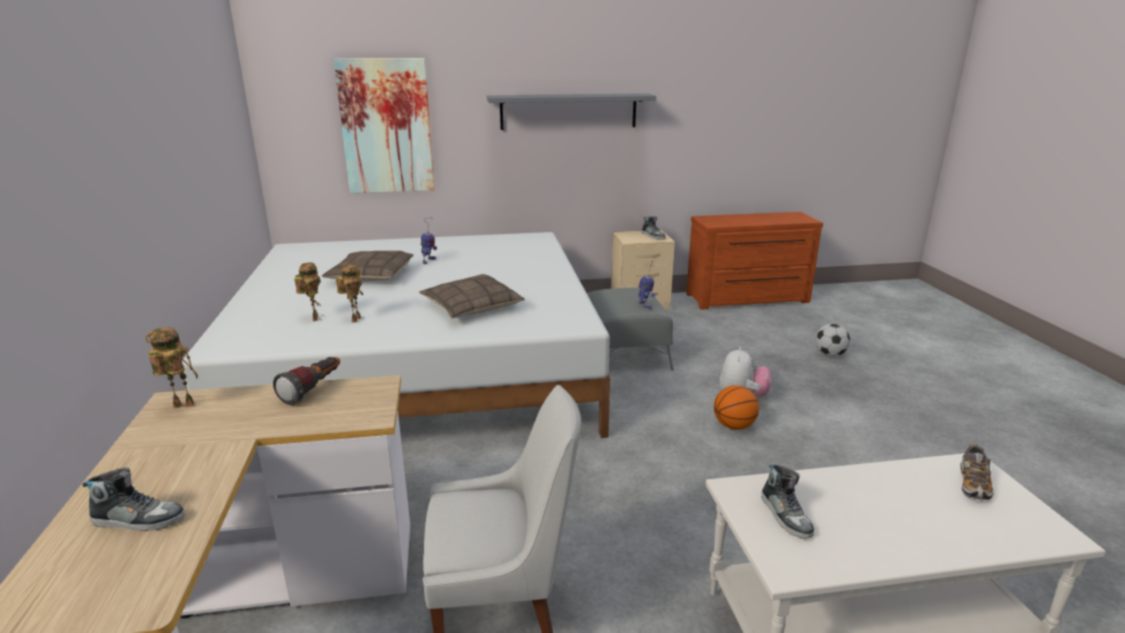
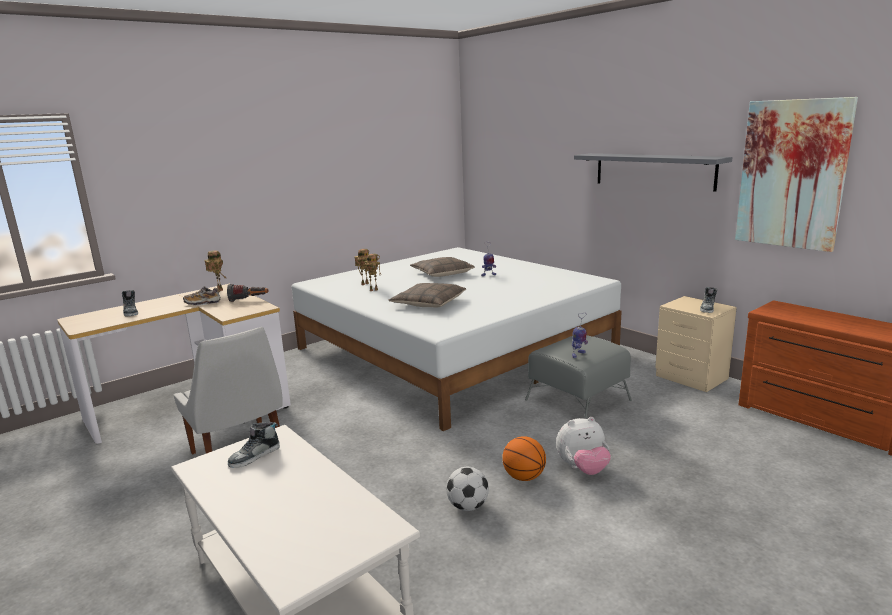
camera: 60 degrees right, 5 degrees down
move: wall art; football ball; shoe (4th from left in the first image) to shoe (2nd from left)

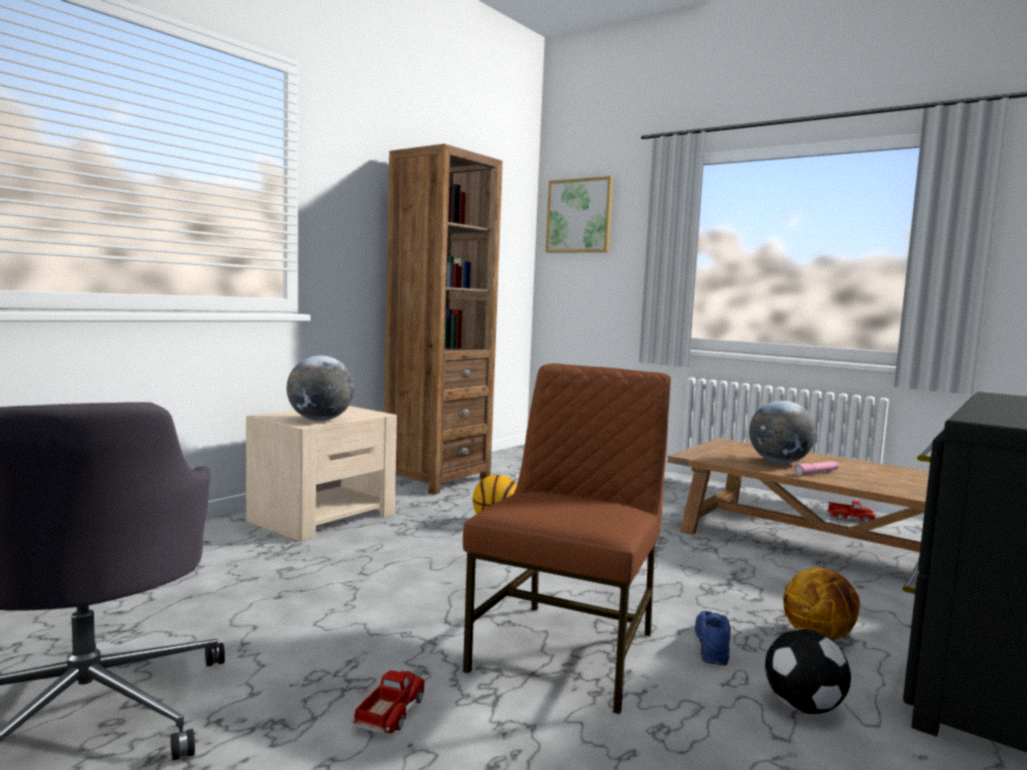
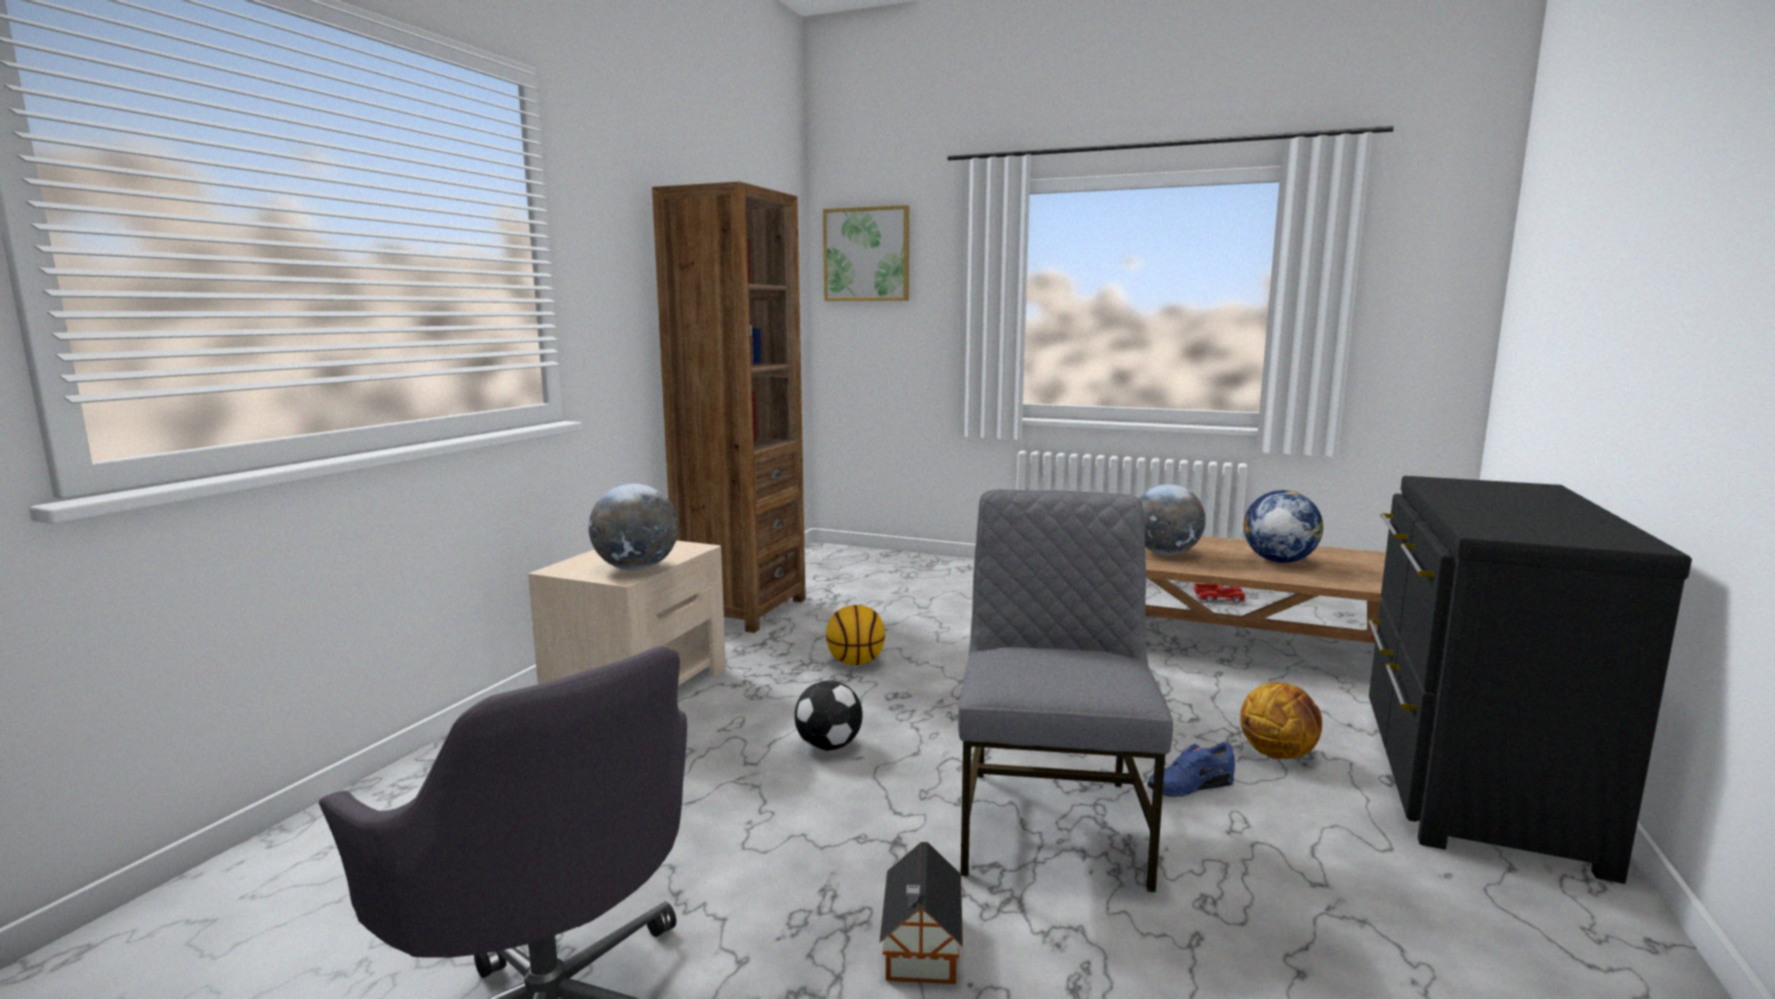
camera: 15 degrees left, 5 degrees up
delete: pink hand torch
insert: world globe (3rd from left)
move: football ball
replace: toy truck (1st from left) to miniature house
recolor: brown upright chair to gray upright chair
rotate: blue shoe 105 degrees counterclockwise

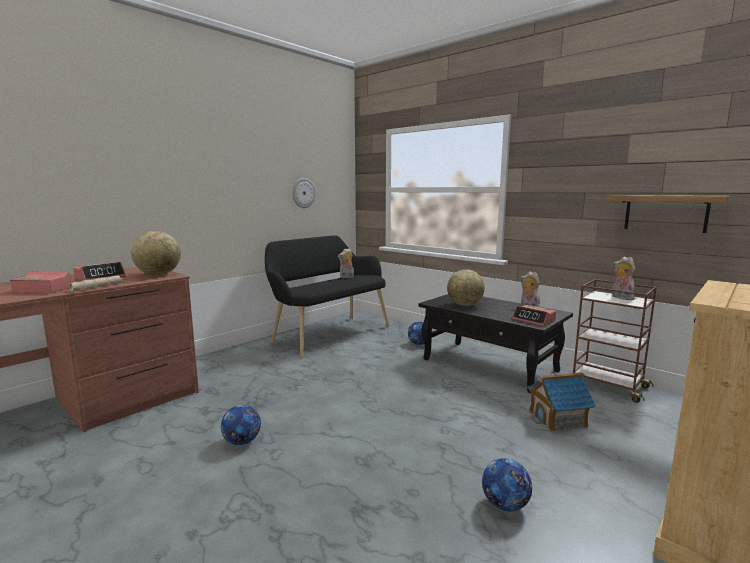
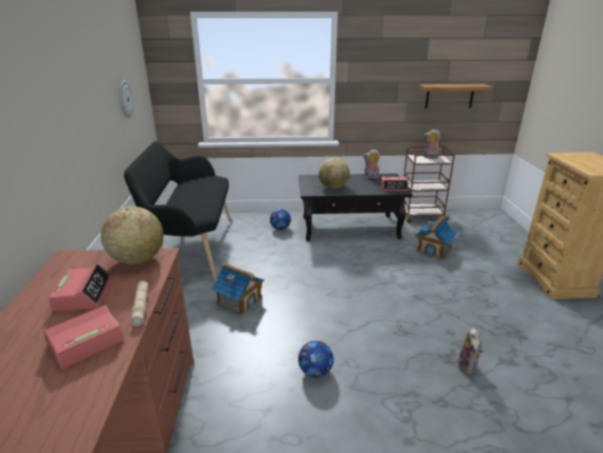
camera: 45 degrees left, 15 degrees up
delete: football ball (3rd from left)
insert: miniature house (1st from left)
move: cuddly toy (1st from left in the first image) to cuddly toy (3rd from left)

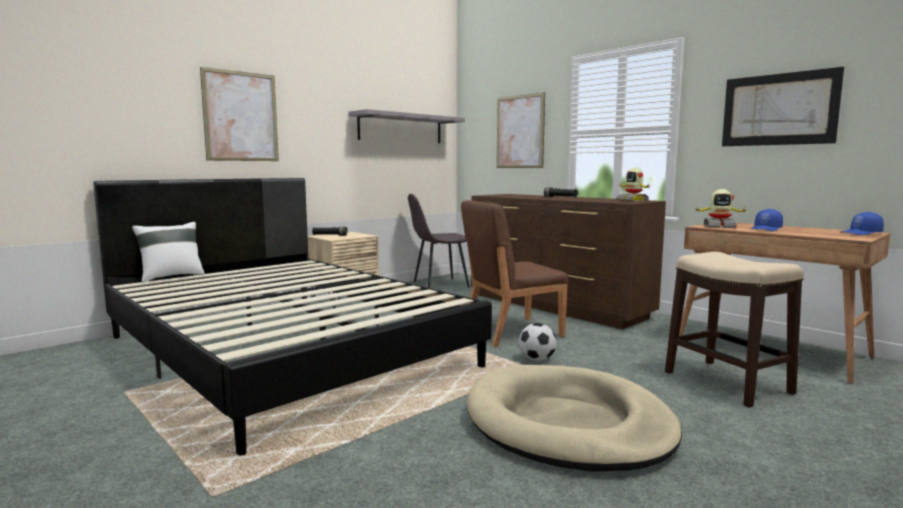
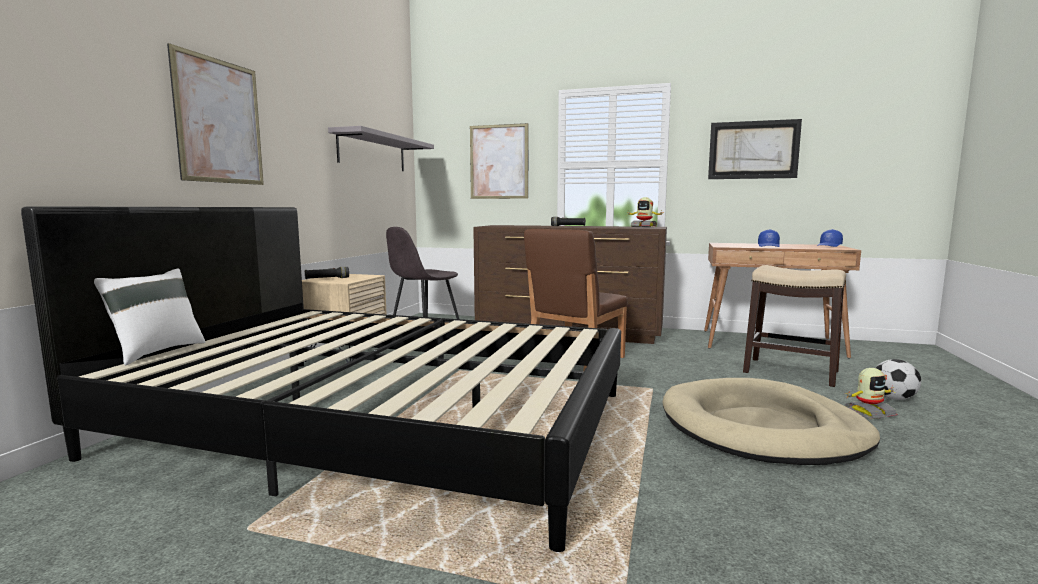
camera: 30 degrees left, 0 degrees up
move: football ball; model robot (2nd from left)

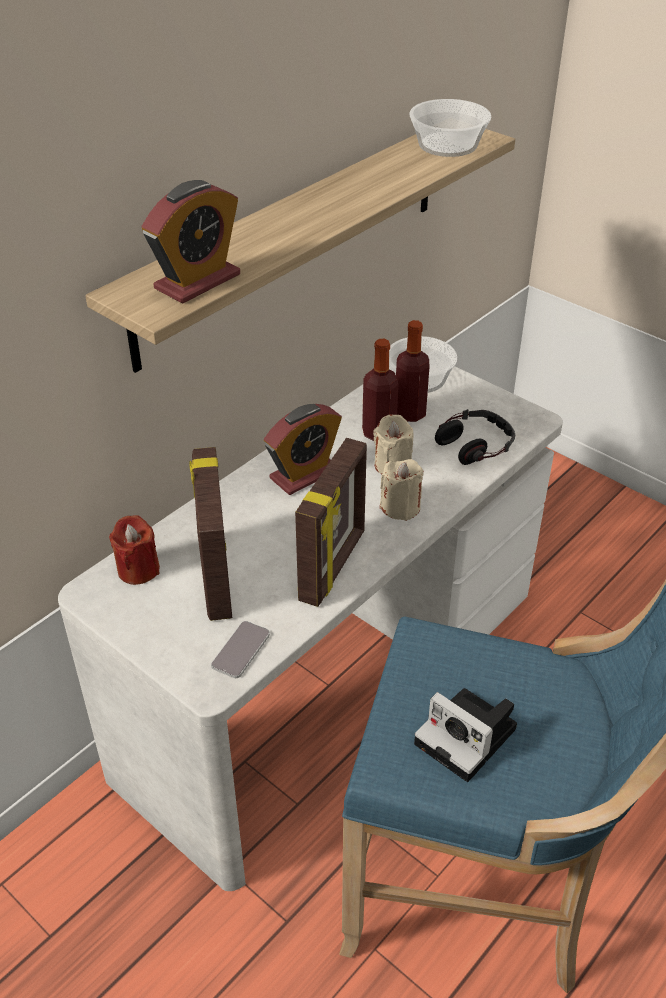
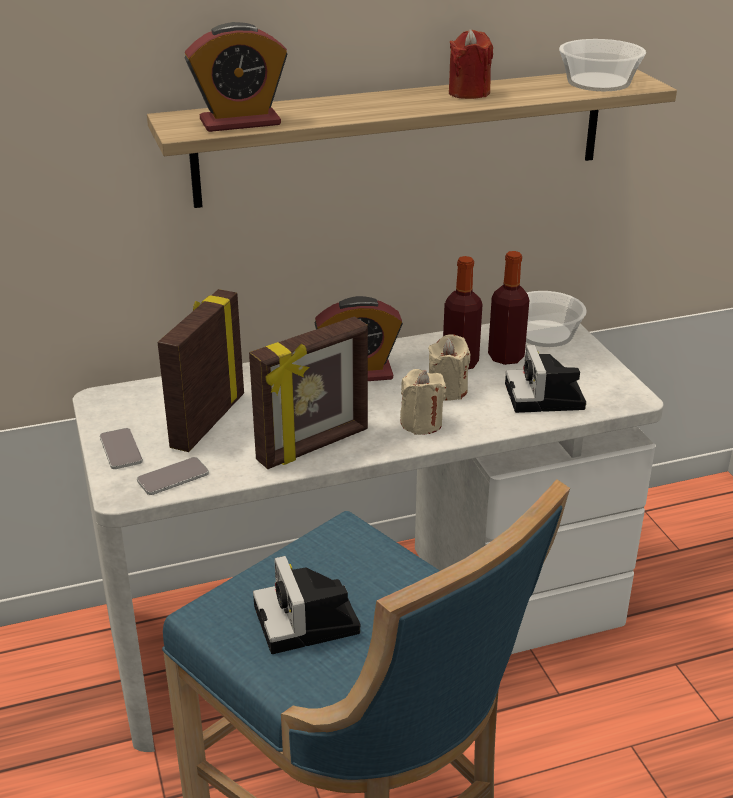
camera: 30 degrees right, 10 degrees down
insert: handset (1st from left)
move: reddish candle
replace: headset to still camera (2nd from left)

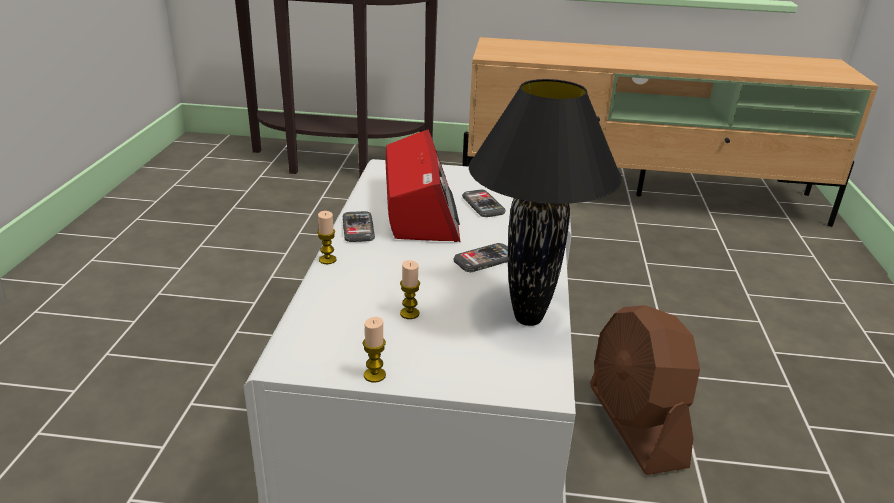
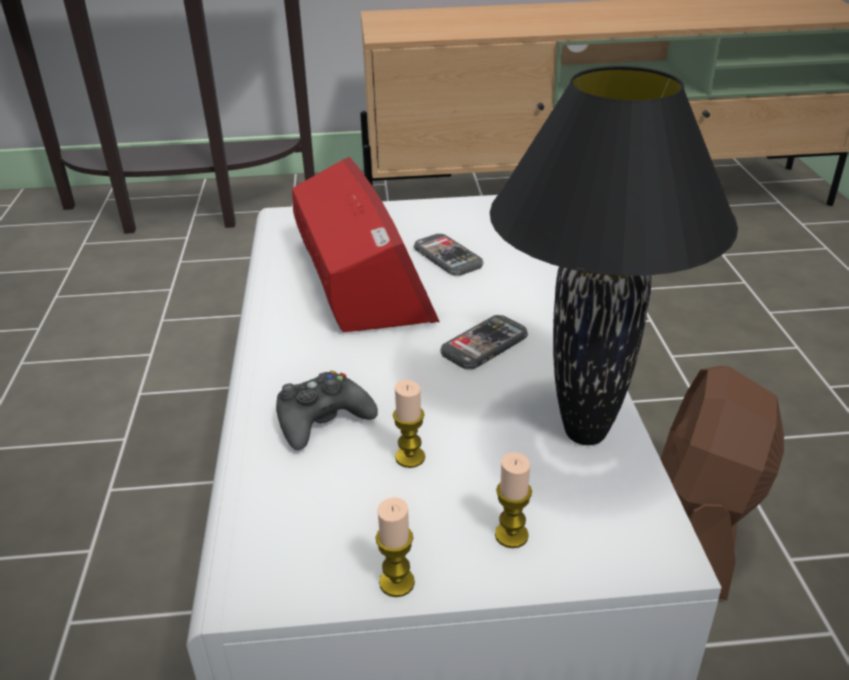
camera: 10 degrees left, 5 degrees up
delete: handset (1st from left)
insert: black gamepad
move: candle (1st from left in the first image) to candle (3rd from left)
rotate: brown cooling fan 45 degrees clockwise

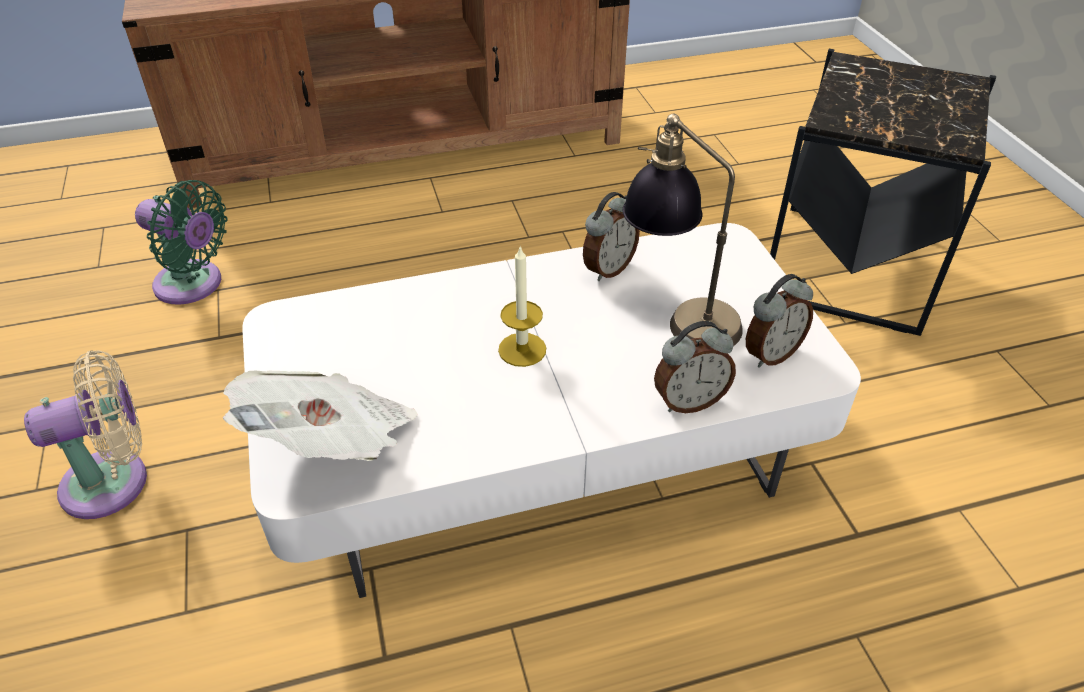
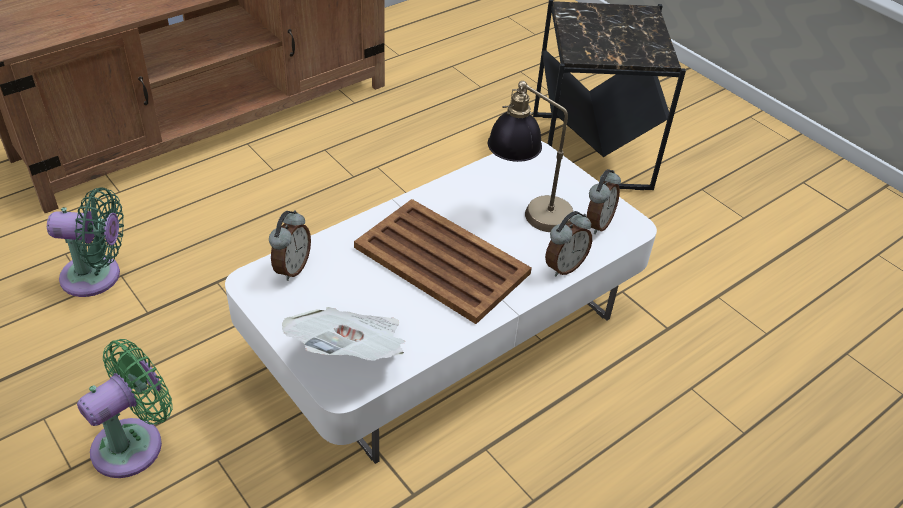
camera: 25 degrees left, 0 degrees up
move: table clock (1st from left)
replace: candle to brown carrying tray
recolor: sand-coloured cooling fan to green cooling fan (2nd from left)

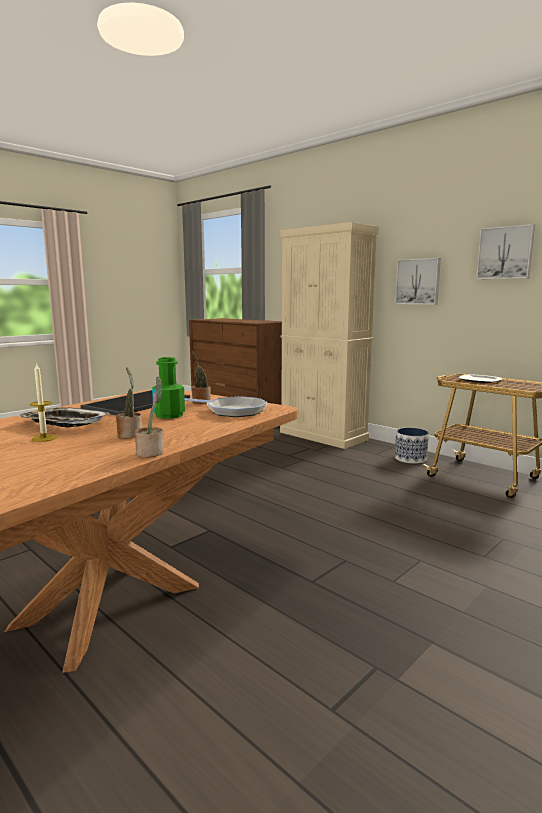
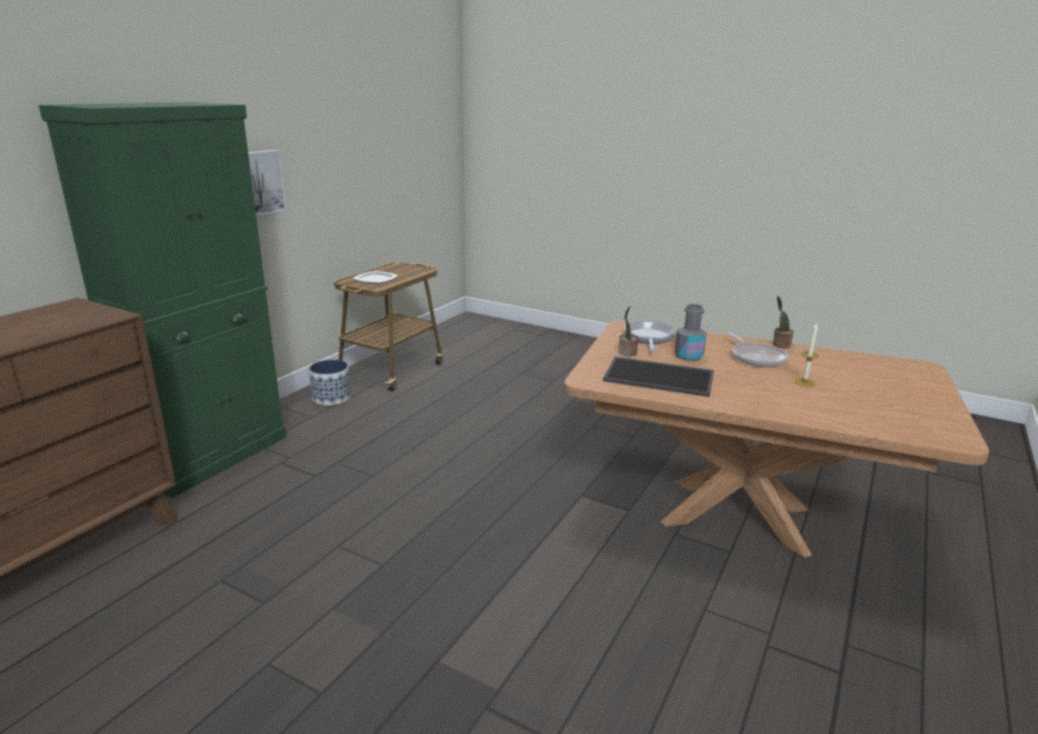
camera: 105 degrees left, 10 degrees up
delete: carrying tray (1st from left); wall art (2nd from left)
replace: potted plant (1st from left) to frying pan (2nd from left)
recolor: green bottle to gray bottle; sand-coloured cabinet to green cabinet

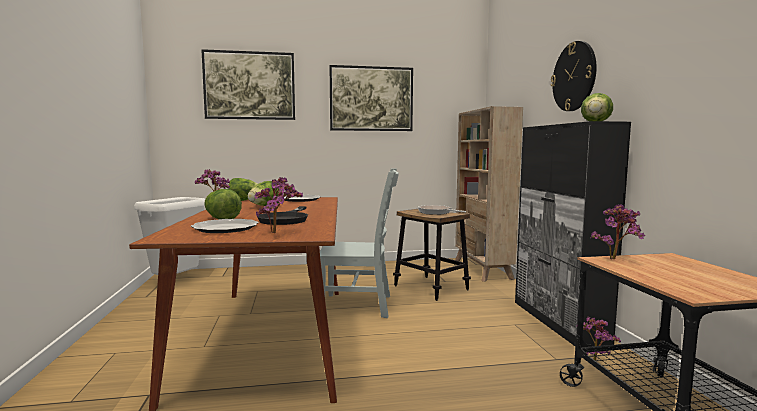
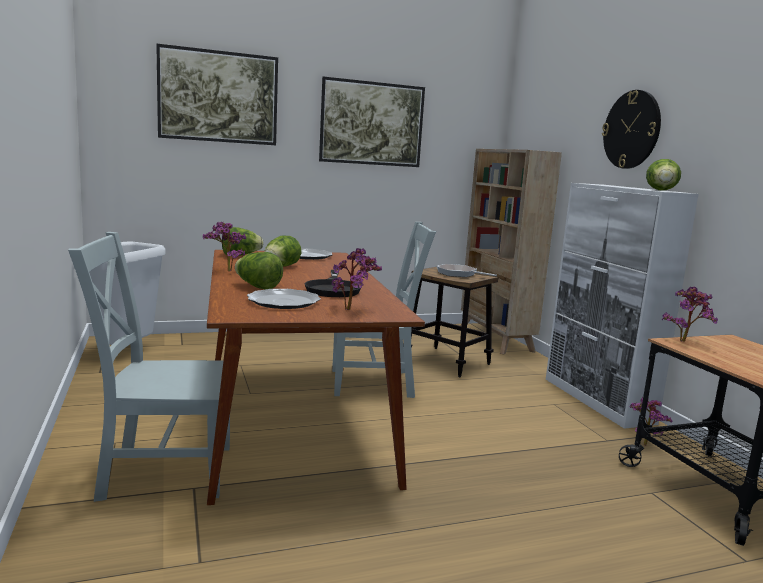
camera: 10 degrees left, 5 degrees up
insert: gray upright chair (1st from left)
recolor: black cabinet to white cabinet

